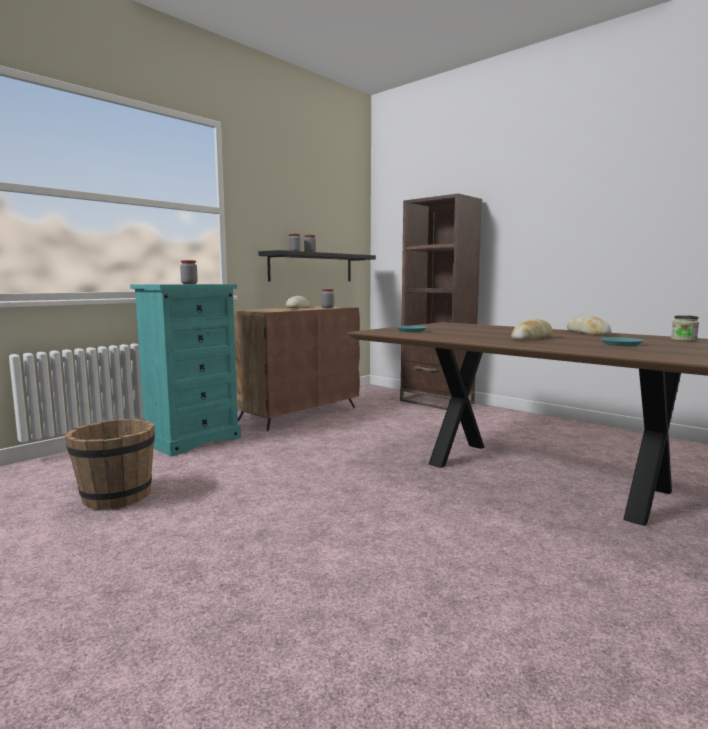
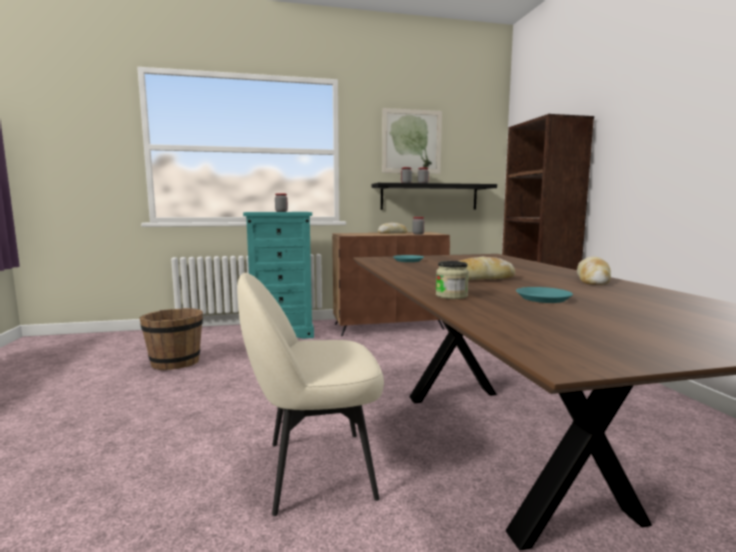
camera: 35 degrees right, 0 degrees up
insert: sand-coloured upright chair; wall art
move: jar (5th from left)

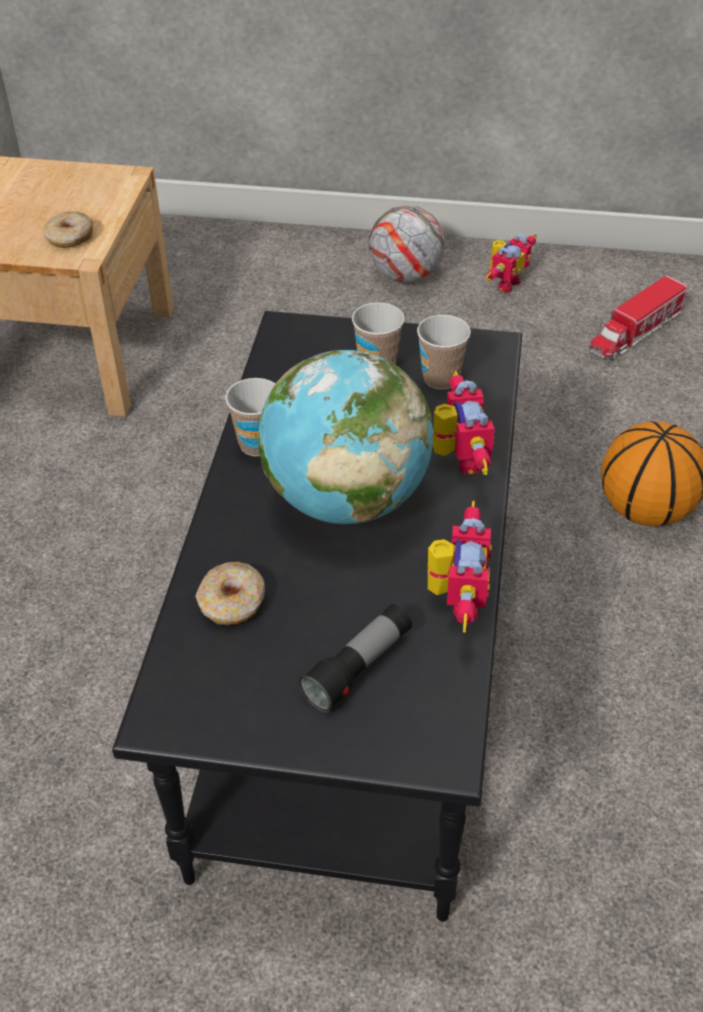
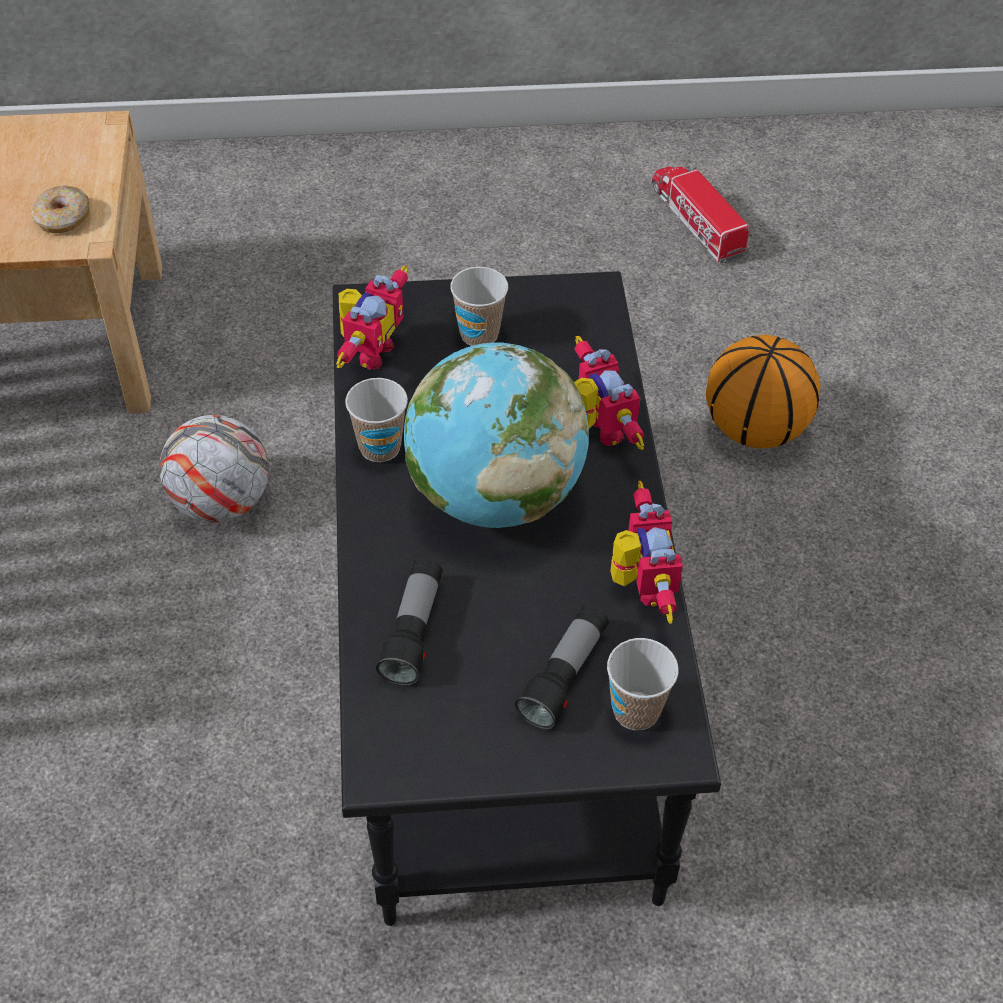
camera: 15 degrees left, 5 degrees up
move: football ball; cup (3rd from left); model robot (3rd from left in the first image) to model robot (1st from left)
replace: ring doughnut (2nd from left) to hand torch (1st from left)
rotate: toy truck 120 degrees clockwise

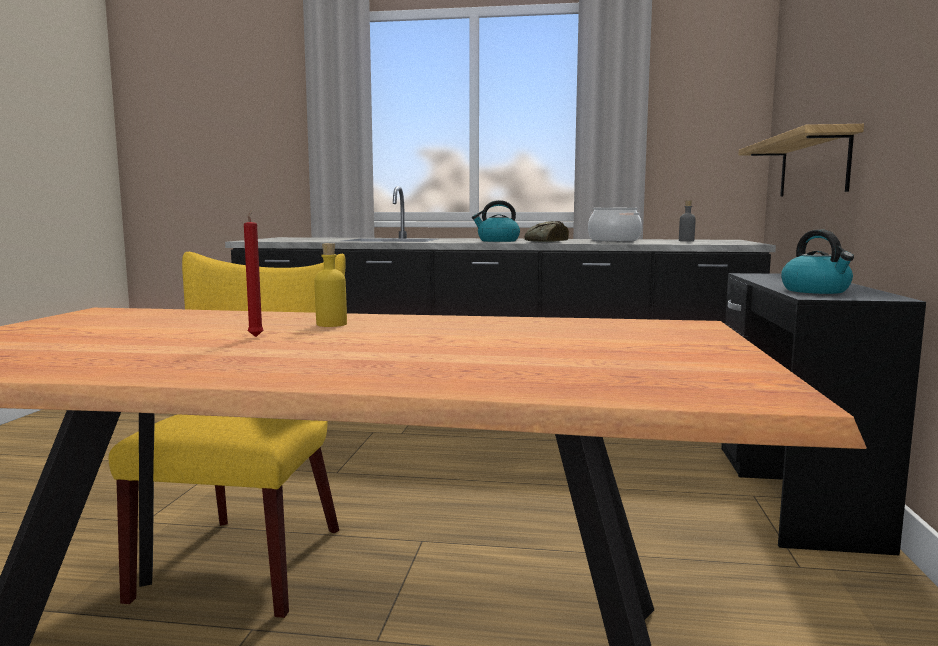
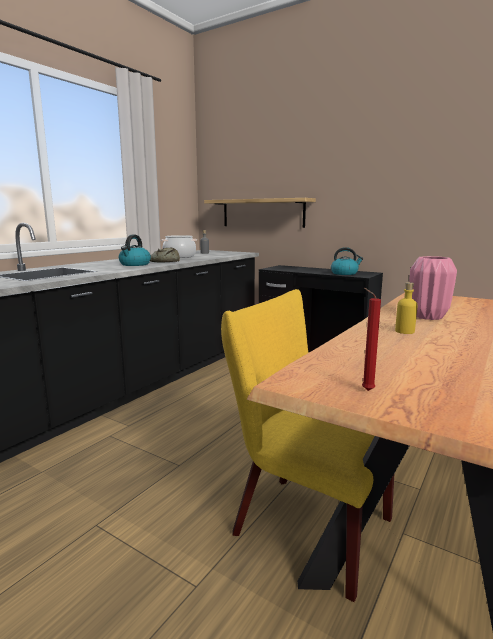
camera: 65 degrees left, 5 degrees up
insert: pink decorative vase
move: reddish candle

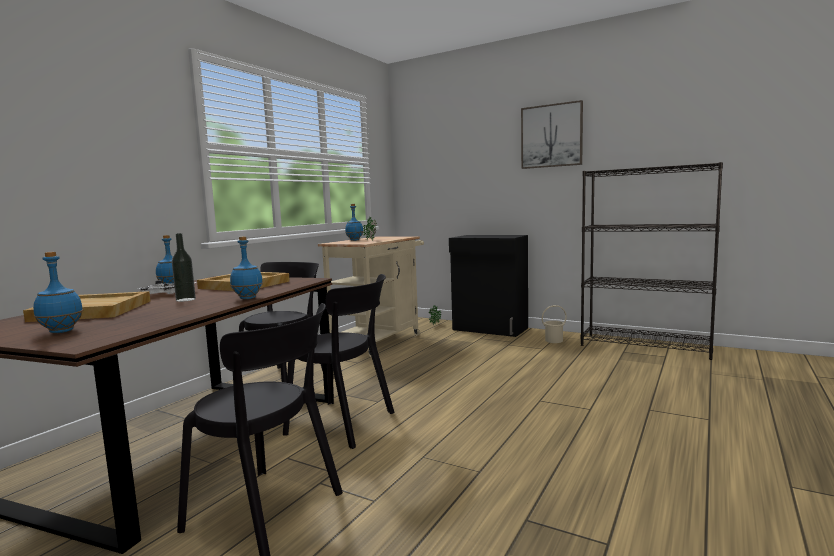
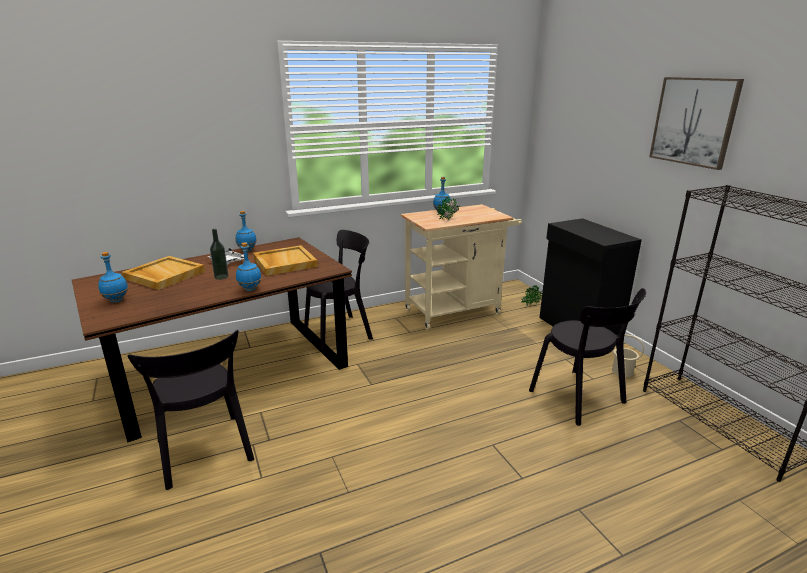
camera: 35 degrees right, 15 degrees up
move: black upright chair (3rd from left)

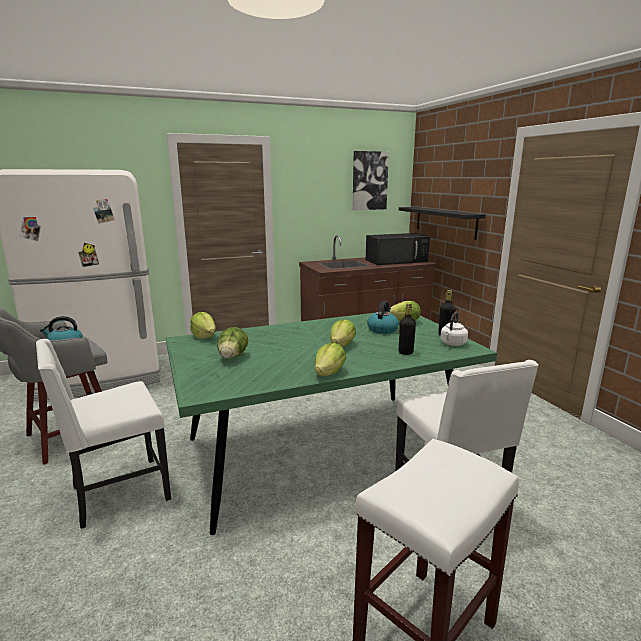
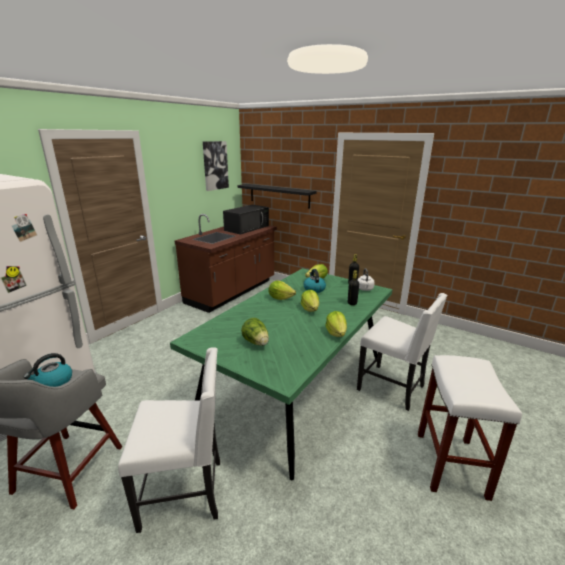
camera: 35 degrees left, 5 degrees up
move: head of lettuce (1st from left in the first image) to head of lettuce (2nd from left)
rotate: white upright chair (1st from left) 120 degrees counterclockwise

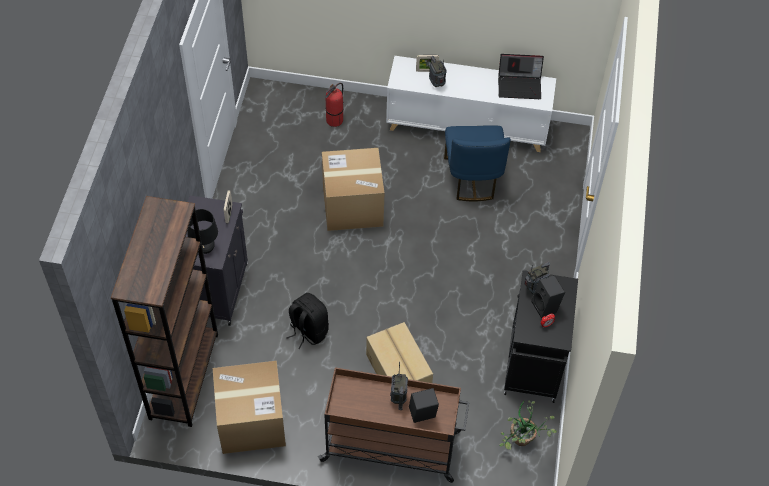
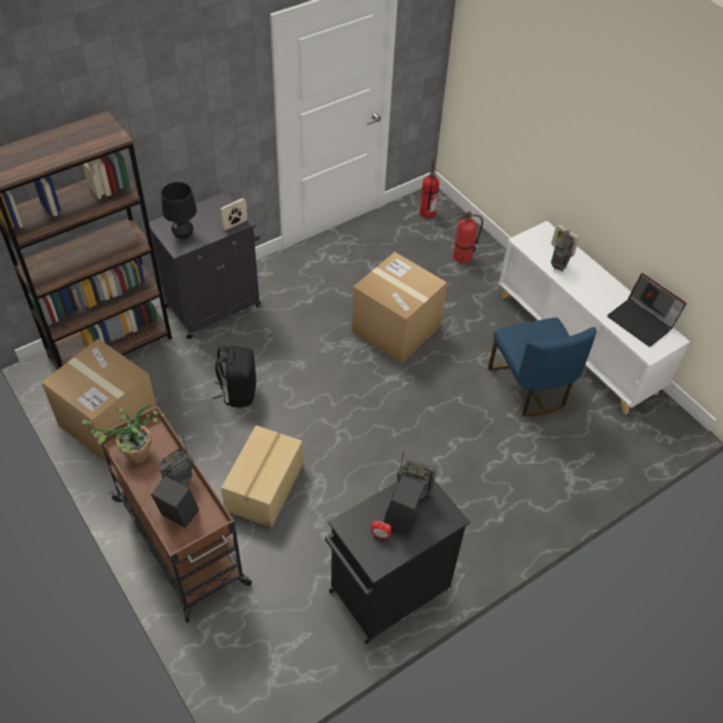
camera: 45 degrees right, 5 degrees down
insert: extinguisher (1st from left)
move: potted plant
rotate: blue upright chair 60 degrees counterclockwise

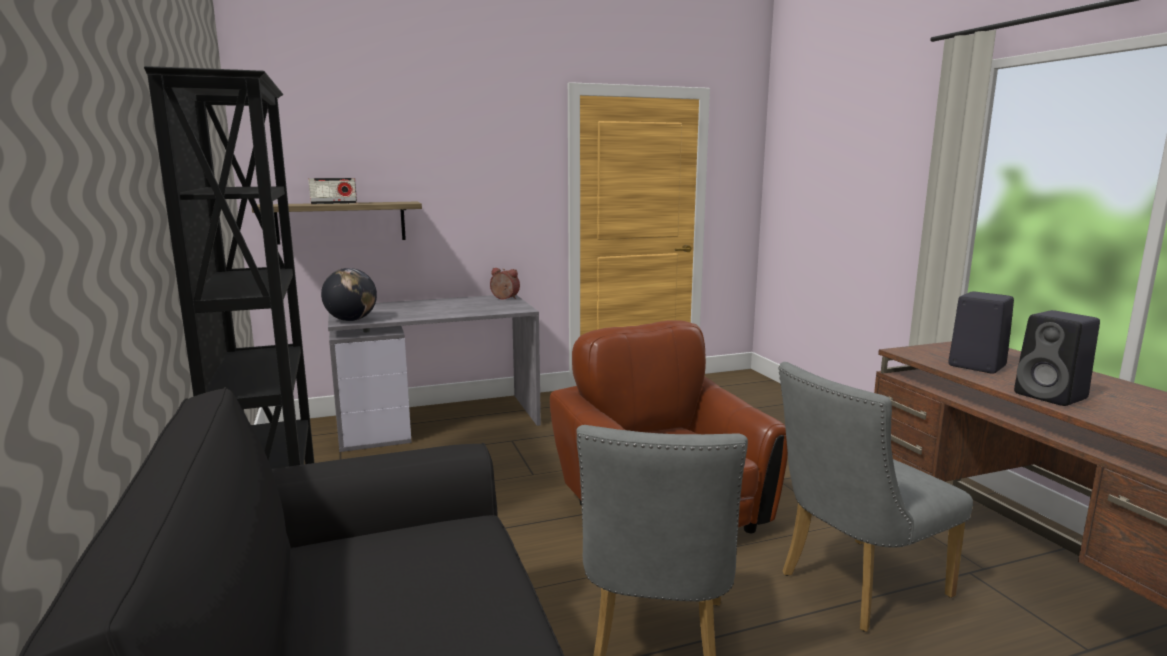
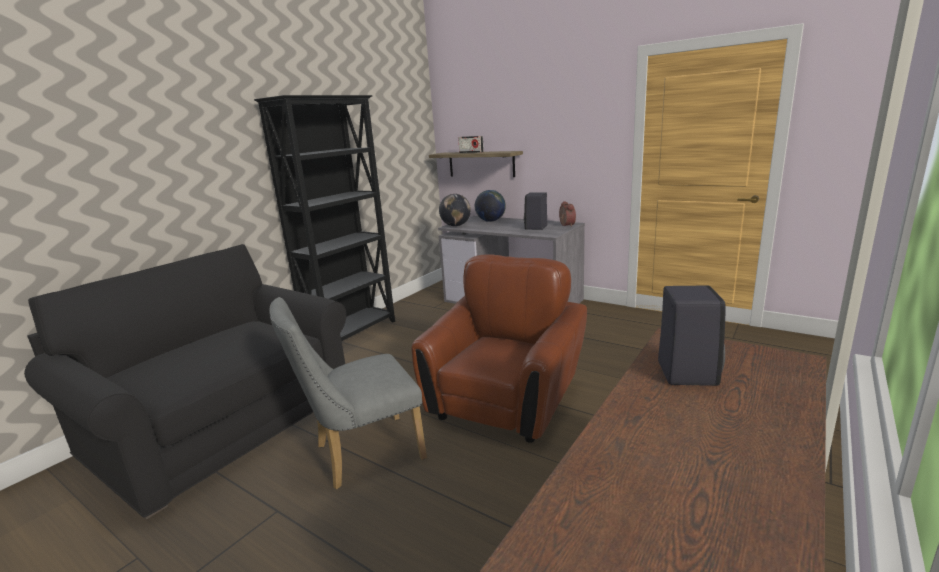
camera: 55 degrees right, 5 degrees up
delete: gray upright chair (2nd from left)
insert: world globe (2nd from left)
move: black audio speaker (2nd from left in the first image) to black audio speaker (1st from left)

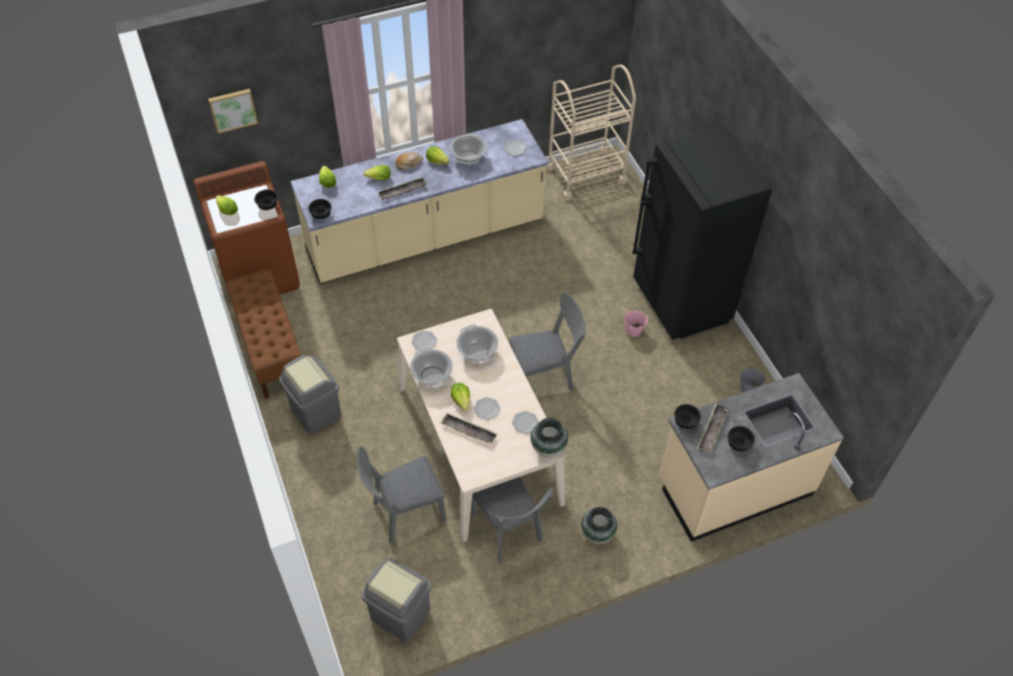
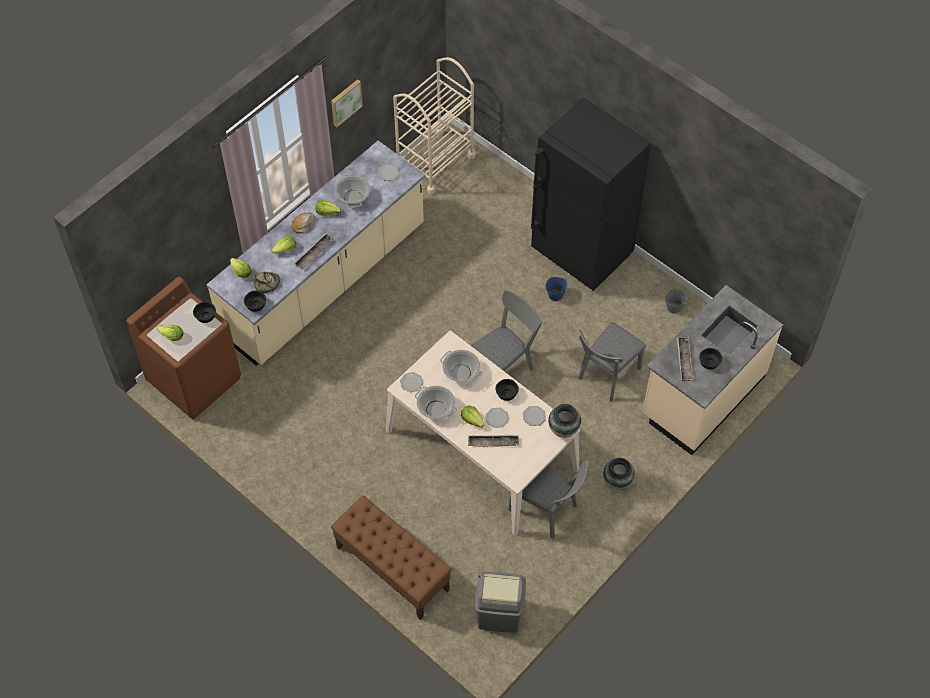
camera: 25 degrees left, 5 degrees up
delete: gray rubbish bin (1st from left)
insert: bakery bread (1st from left)
move: wall art; brown long seat; gray upright chair (1st from left in the first image) to gray upright chair (3rd from left); black bowl (3rd from left)
recolor: pink pail to blue pail

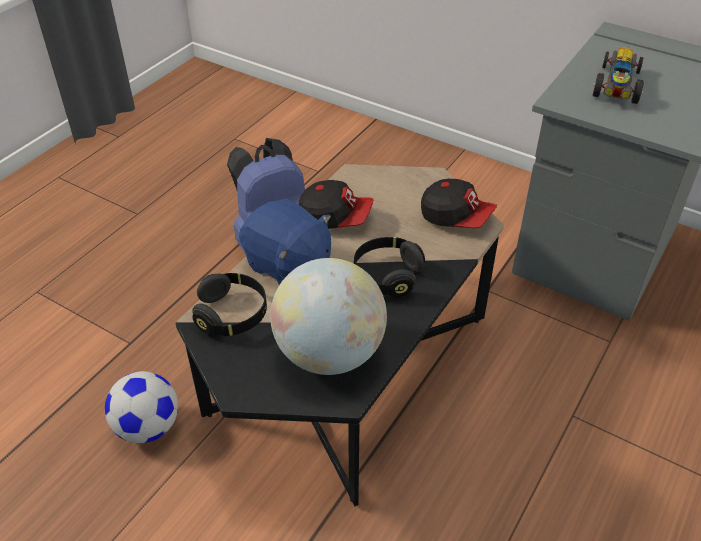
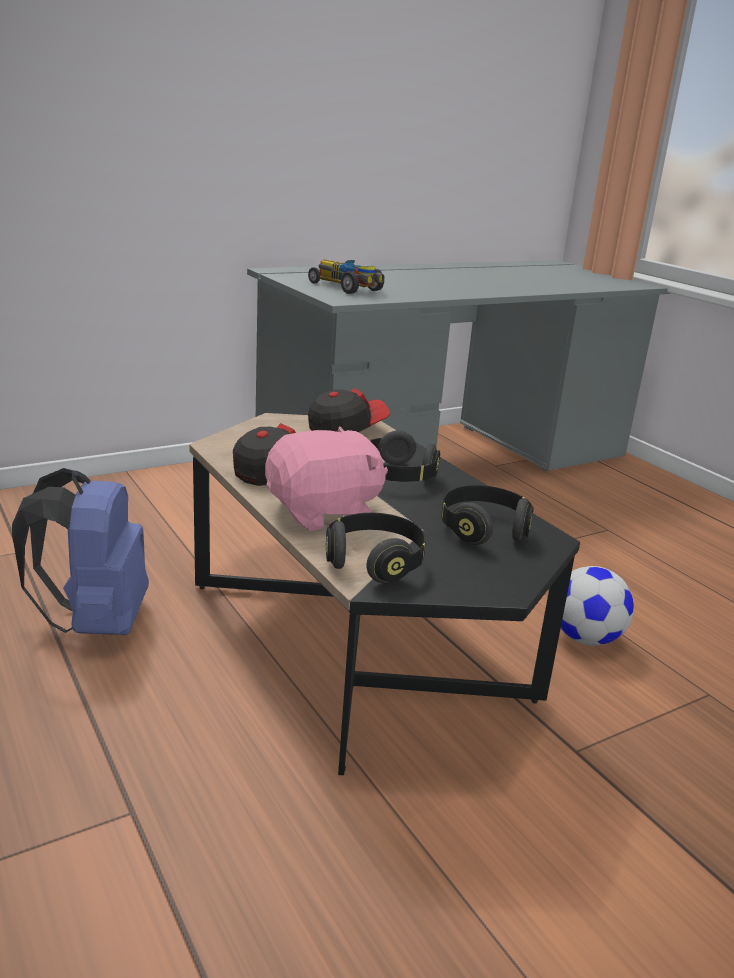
camera: 65 degrees left, 20 degrees down
move: football ball
replace: world globe to black headset (3rd from left)
recolor: blue cuddly toy to pink cuddly toy

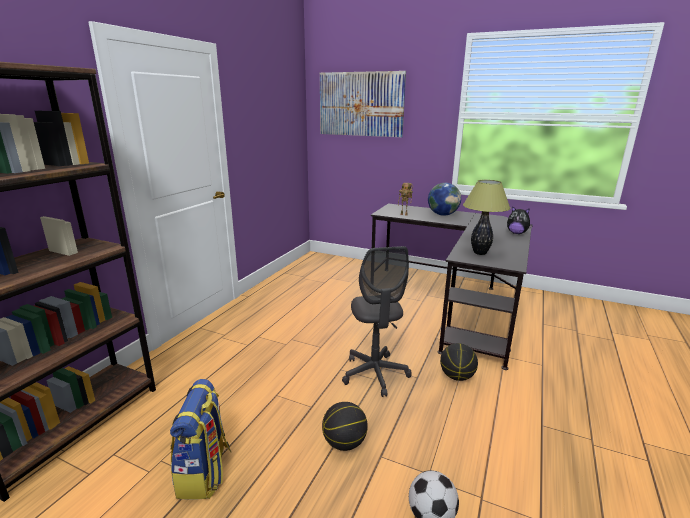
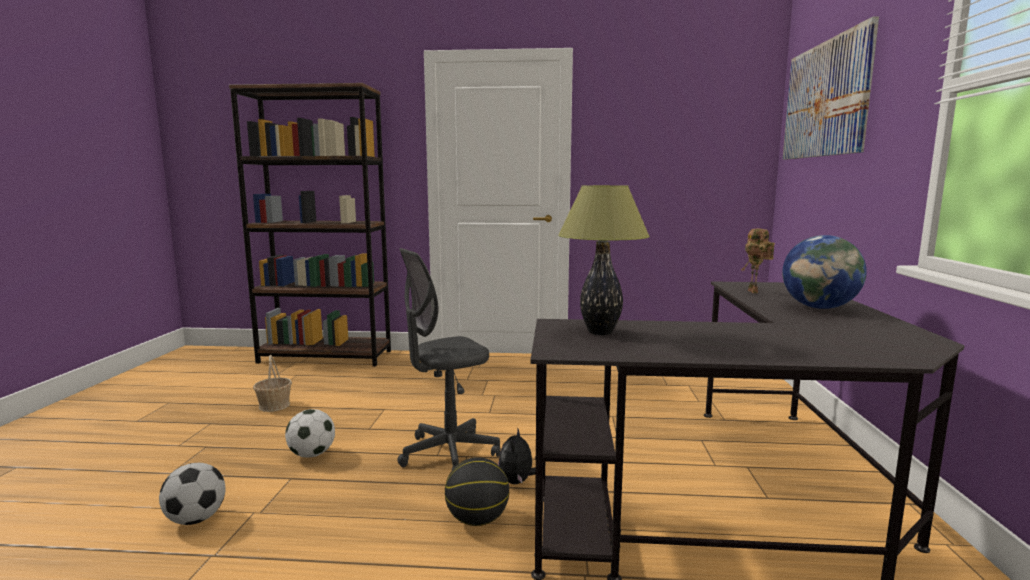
camera: 70 degrees right, 10 degrees down
move: cuddly toy
replace: knapsack to household basket; basketball ball (1st from left) to football ball (2nd from left)

